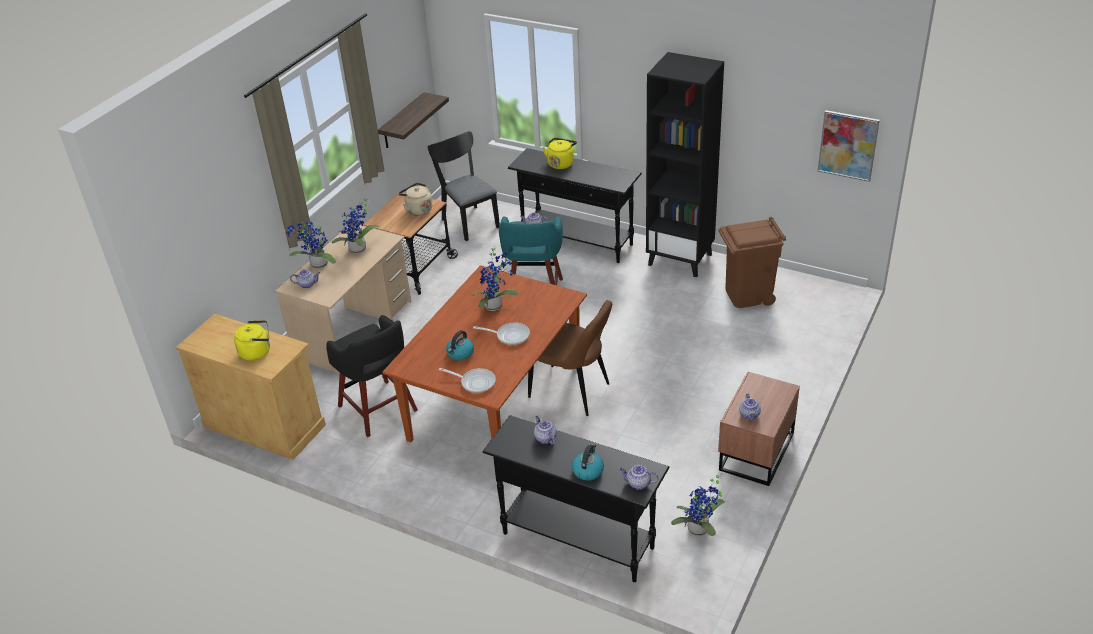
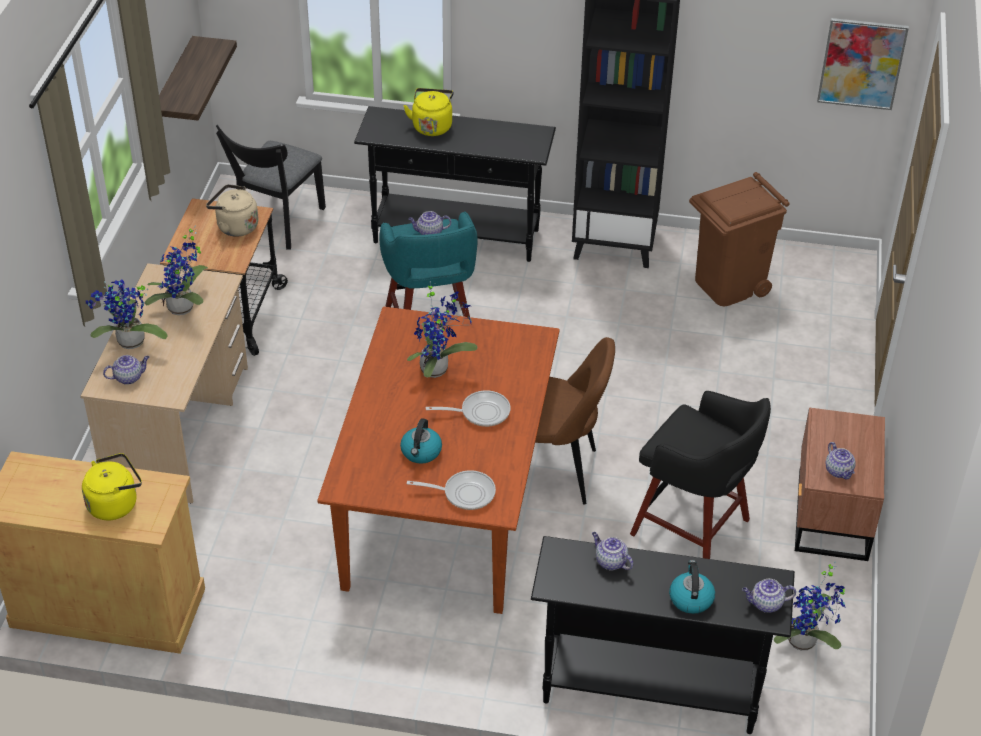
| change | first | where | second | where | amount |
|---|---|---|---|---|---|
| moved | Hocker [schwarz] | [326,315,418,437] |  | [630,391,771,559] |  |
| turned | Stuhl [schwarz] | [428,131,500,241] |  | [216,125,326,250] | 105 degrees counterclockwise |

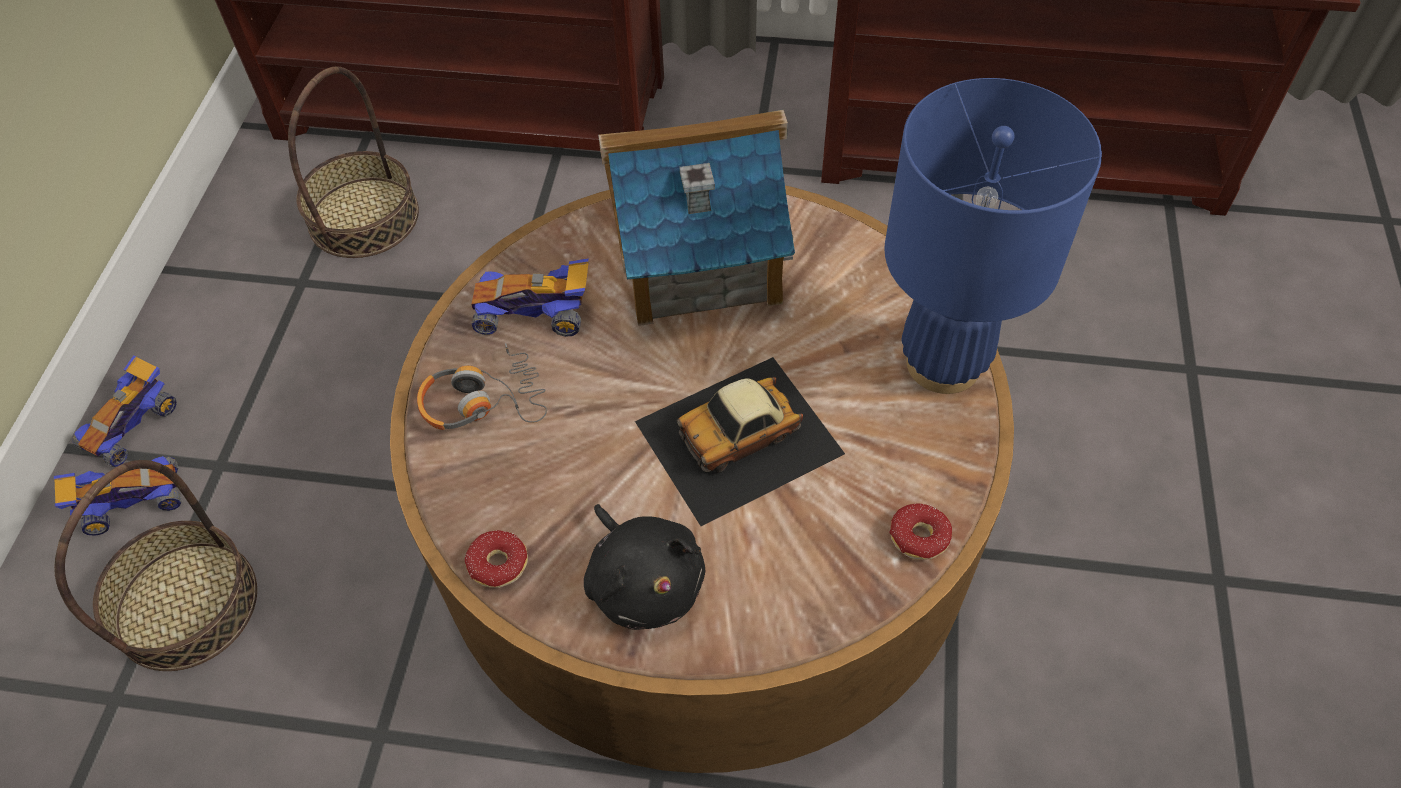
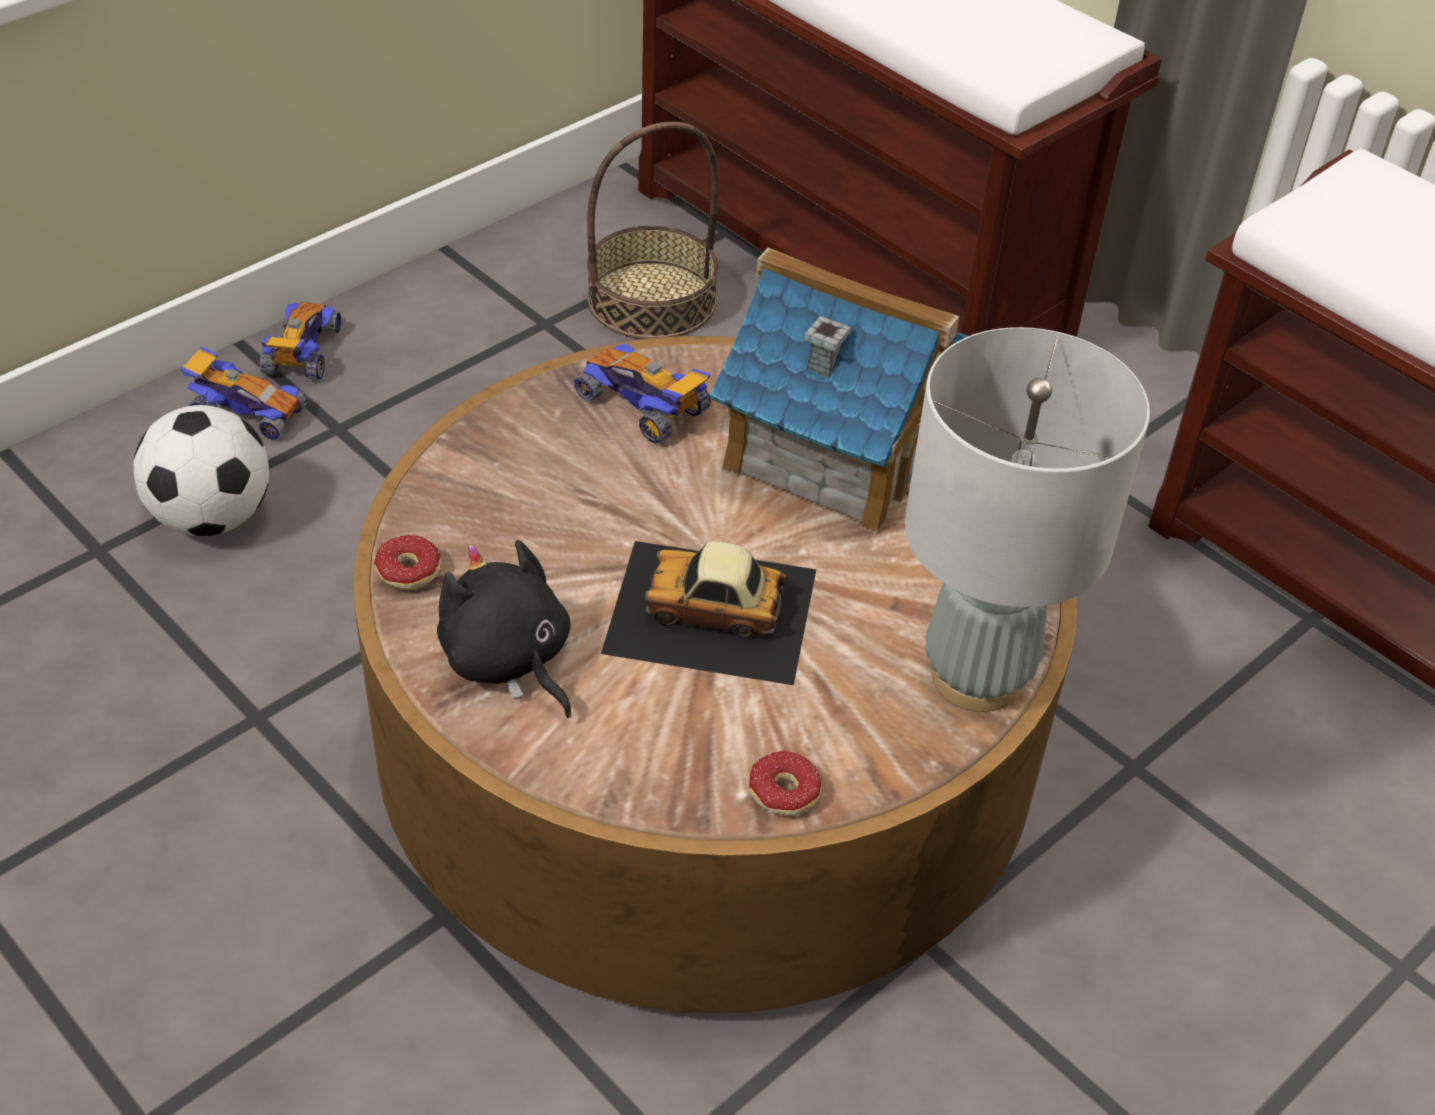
| change | first | where | second | where | amount |
|---|---|---|---|---|---|
| replaced | Korb | [54,460,257,671] | Fußball | [133,405,269,536] |  |
| turned | Spielzeugauto | [73,355,177,467] |  | [260,302,341,380] | 120 degrees clockwise |
| removed | Kopfhörer | [417,343,547,430] |  |  |  |
| turned | Plüschtier [schwarz] | [584,504,705,630] |  | [437,540,571,718] | 135 degrees clockwise |
| recoloured | Tischlampe [blau] | [884,78,1102,394] | Tischlampe [grau] | [905,327,1150,712] |  |

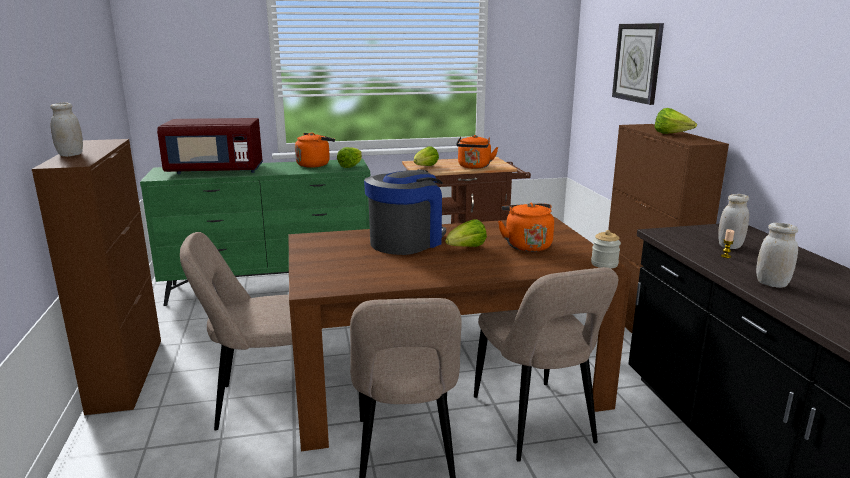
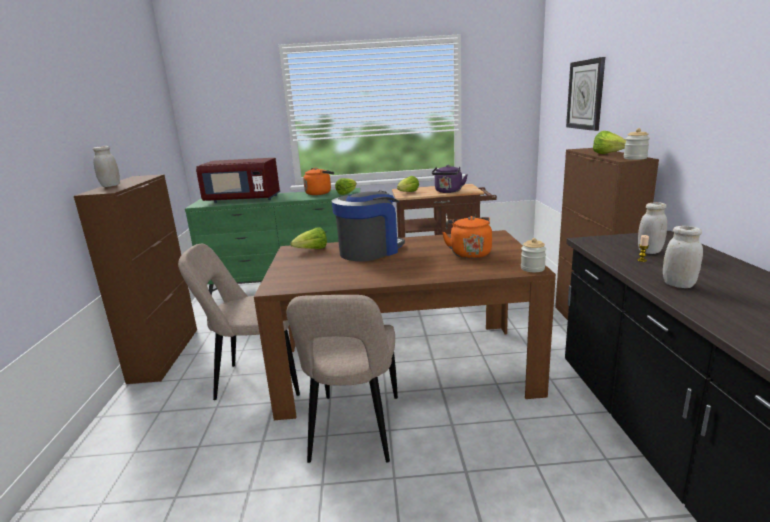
| change | first | where | second | where | amount |
|---|---|---|---|---|---|
| moved | Salatkopf | [445,219,487,247] |  | [291,227,327,249] |  |
| recoloured | Wasserkessel [orange] | [456,135,498,169] | Wasserkessel [lila] | [432,165,467,193] |  |
| removed | Stuhl [beige] | [474,267,618,462] |  |  |  |
| added |  |  | Vorratsglas | [624,128,650,160] |  |

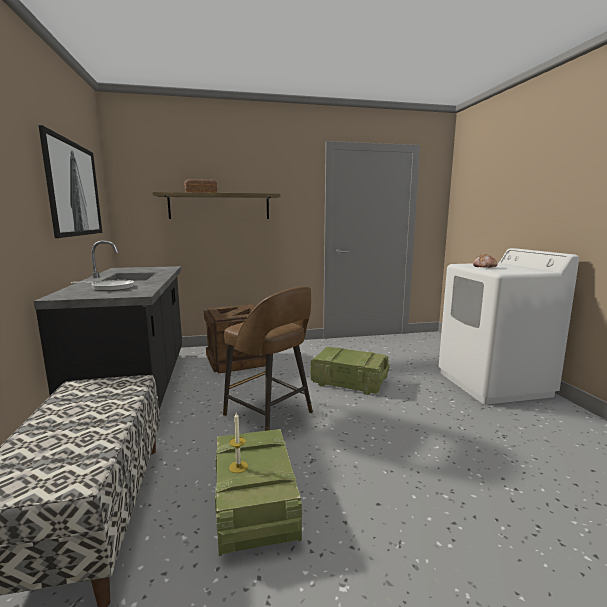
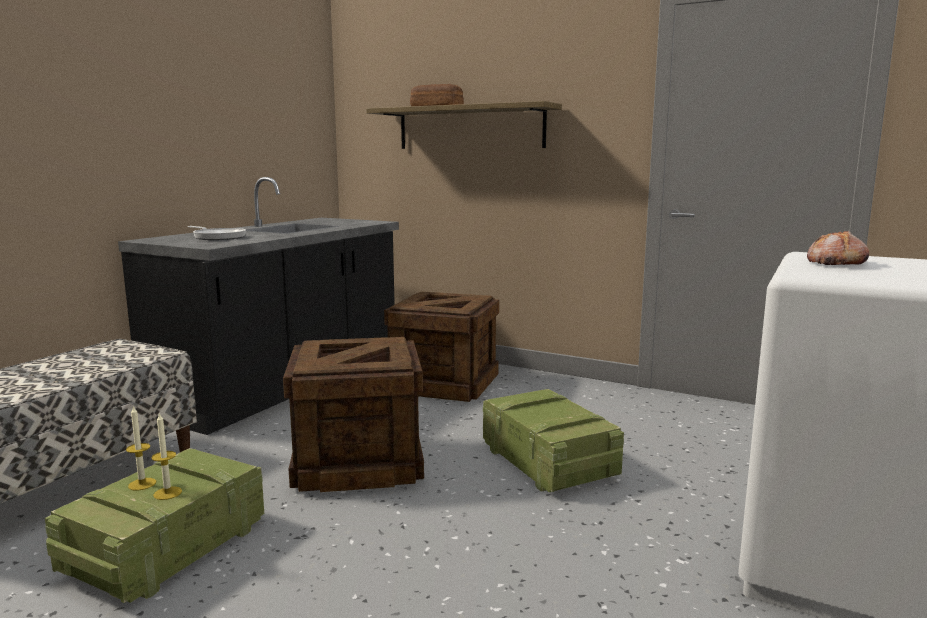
| change | first | where | second | where | amount |
|---|---|---|---|---|---|
| removed | Bild | [39,125,102,238] |  |  |  |
| replaced | Hocker [braun] | [223,286,313,431] | Kiste | [283,337,424,492] |  |
| added |  |  | Kerze | [151,413,182,500] |  |

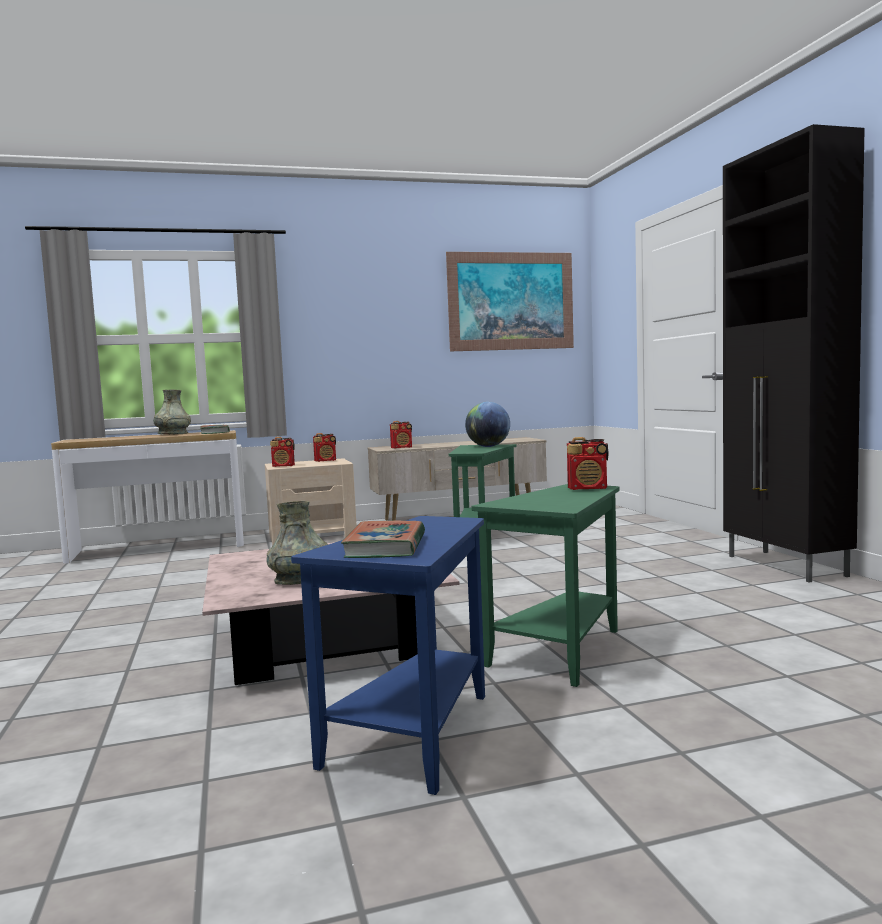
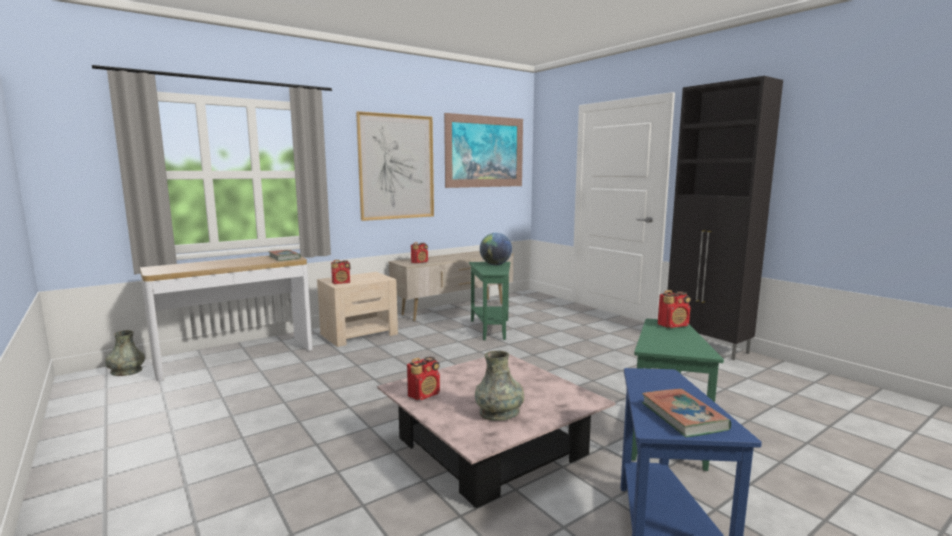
| change | first | where | second | where | amount |
|---|---|---|---|---|---|
| moved | Vase [grau] | [153,390,191,434] |  | [105,330,145,376] |  |
| moved | Radio | [313,433,336,462] |  | [407,357,440,400] |  |
| added |  |  | Bild | [356,111,434,221] |  |

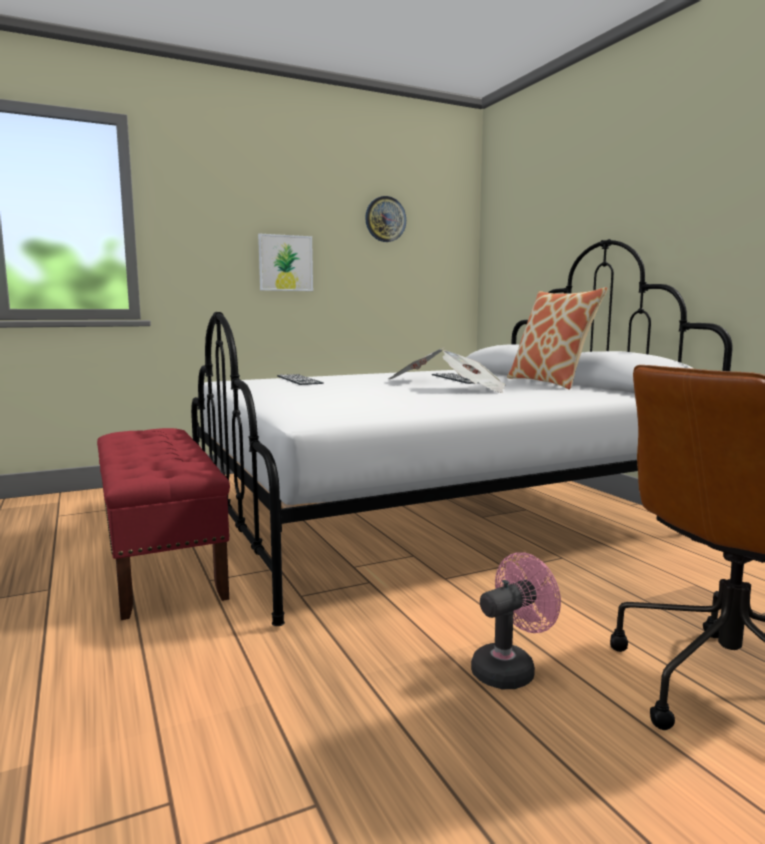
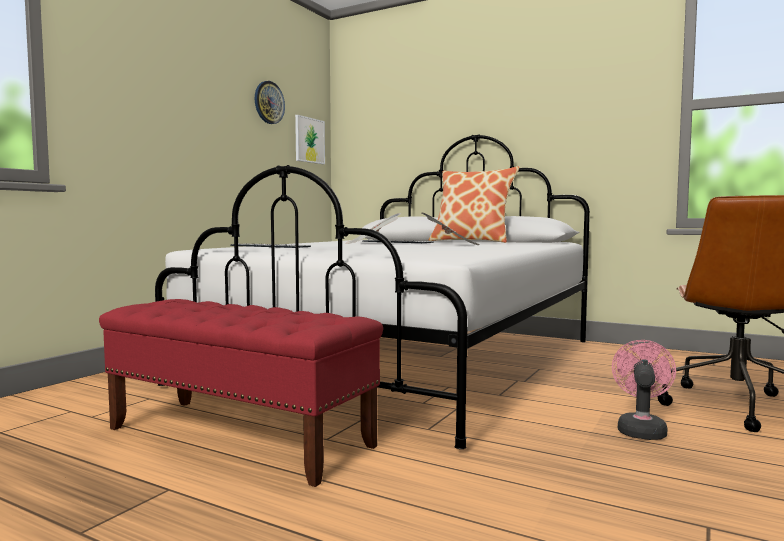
| change | first | where | second | where | amount |
|---|---|---|---|---|---|
| moved | Bild | [258,234,313,291] |  | [295,115,325,164] |  |

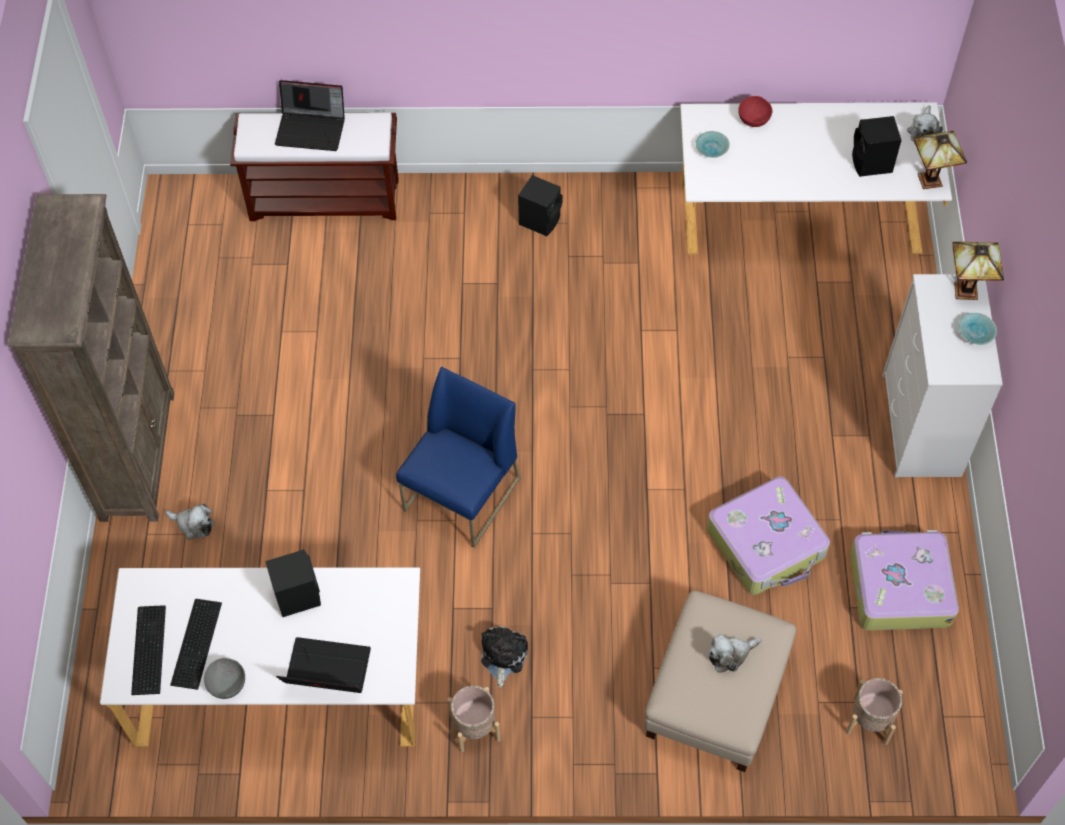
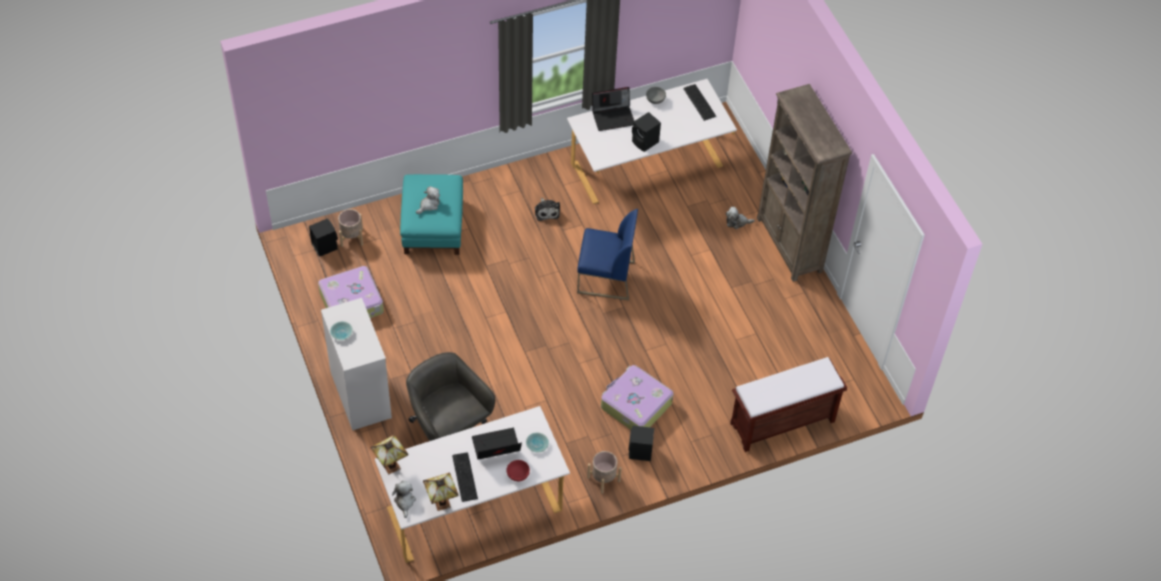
| change | first | where | second | where | amount |
|---|---|---|---|---|---|
| moved | Tastatur | [170,599,222,690] |  | [452,452,478,502] |  |
| moved | Laptop | [275,80,345,151] |  | [472,428,522,460] |  |
| turned | Stuhl [blau] | [396,367,520,548] |  | [577,209,638,300] | 90 degrees counterclockwise |
| moved | Pflanzkübel [beige] | [447,686,501,752] |  | [587,451,622,494] |  |
| recoloured | Polsterhocker [beige] | [645,591,796,772] | Polsterhocker [türkis] | [400,174,463,255] |  |
| moved | Koffer | [707,476,830,595] |  | [601,365,674,430] |  |
| moved | Lautsprecher [schwarz] | [852,116,901,177] |  | [309,219,338,257] |  |
| moved | Tischlampe | [953,242,1004,300] |  | [423,473,459,511] |  |
| added |  |  | Bürostuhl [grau] | [406,352,495,441] |  |

